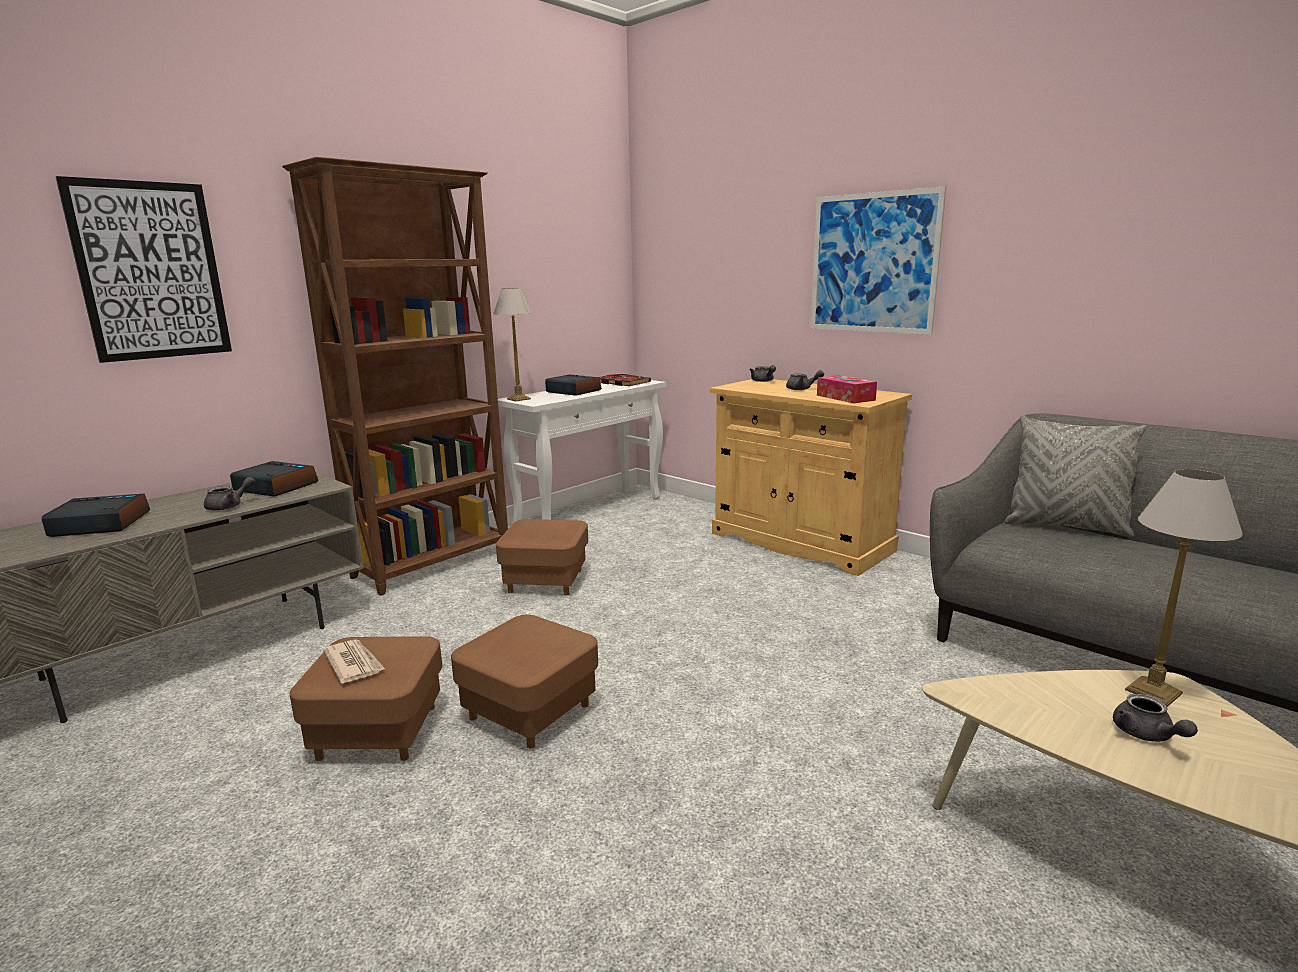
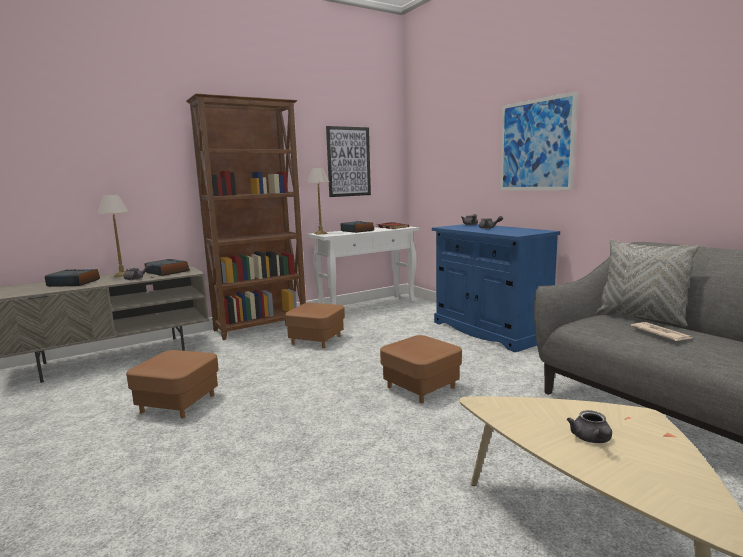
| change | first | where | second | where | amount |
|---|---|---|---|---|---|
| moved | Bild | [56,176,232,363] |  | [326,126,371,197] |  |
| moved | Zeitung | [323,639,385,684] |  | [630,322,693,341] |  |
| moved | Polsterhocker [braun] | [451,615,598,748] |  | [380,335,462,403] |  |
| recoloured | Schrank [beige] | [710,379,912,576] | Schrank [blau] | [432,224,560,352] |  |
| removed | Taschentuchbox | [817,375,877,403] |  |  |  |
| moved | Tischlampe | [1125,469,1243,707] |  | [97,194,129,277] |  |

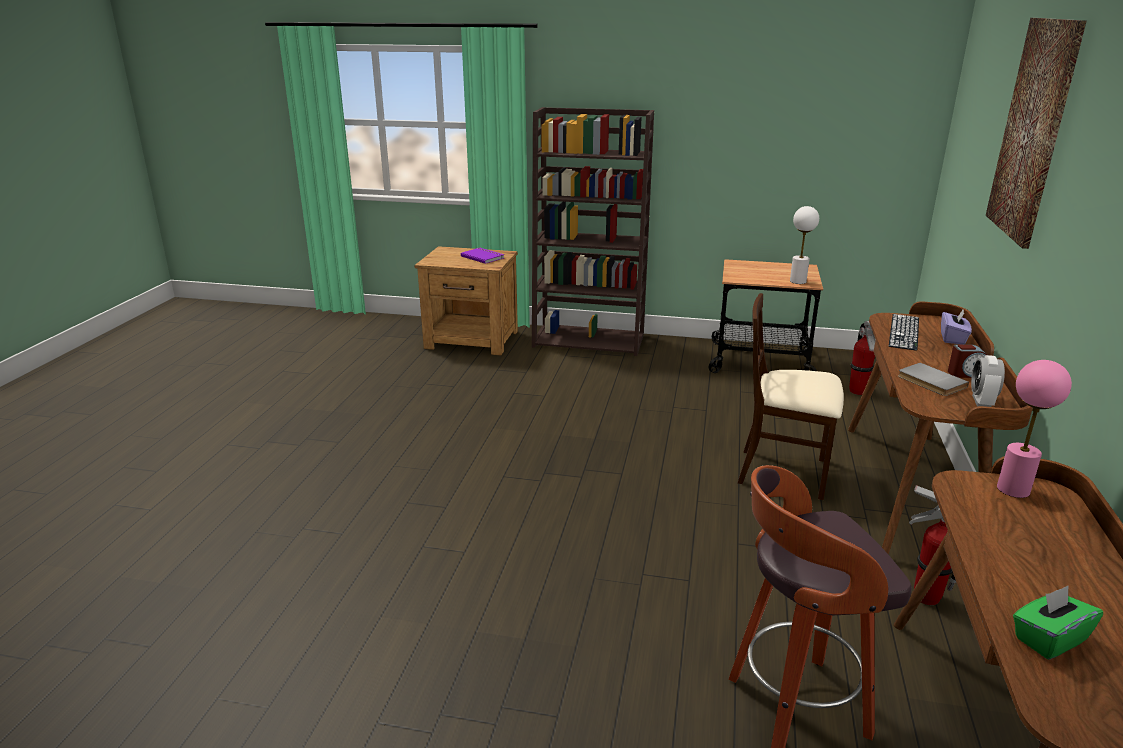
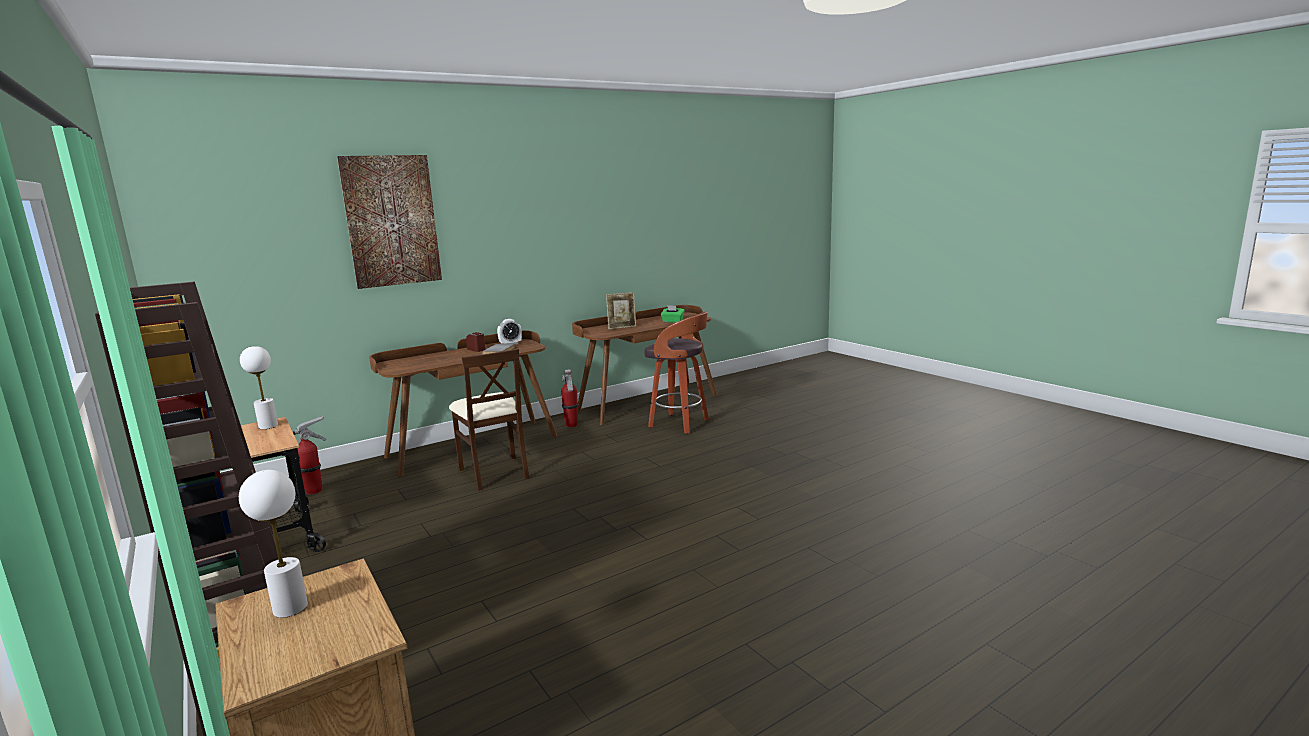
| change | first | where | second | where | amount |
|---|---|---|---|---|---|
| replaced | Buch [lila] | [461,248,504,264] | Tischlampe [weiß] | [239,470,308,618] |  |
| removed | Tastatur | [889,314,919,351] |  |  |  |
| removed | Taschentuchbox [lila] | [941,308,972,344] |  |  |  |
| removed | Tischlampe [rosa] | [997,360,1072,498] |  |  |  |
| added |  |  | Bilderrahmen | [606,292,636,329] |  |

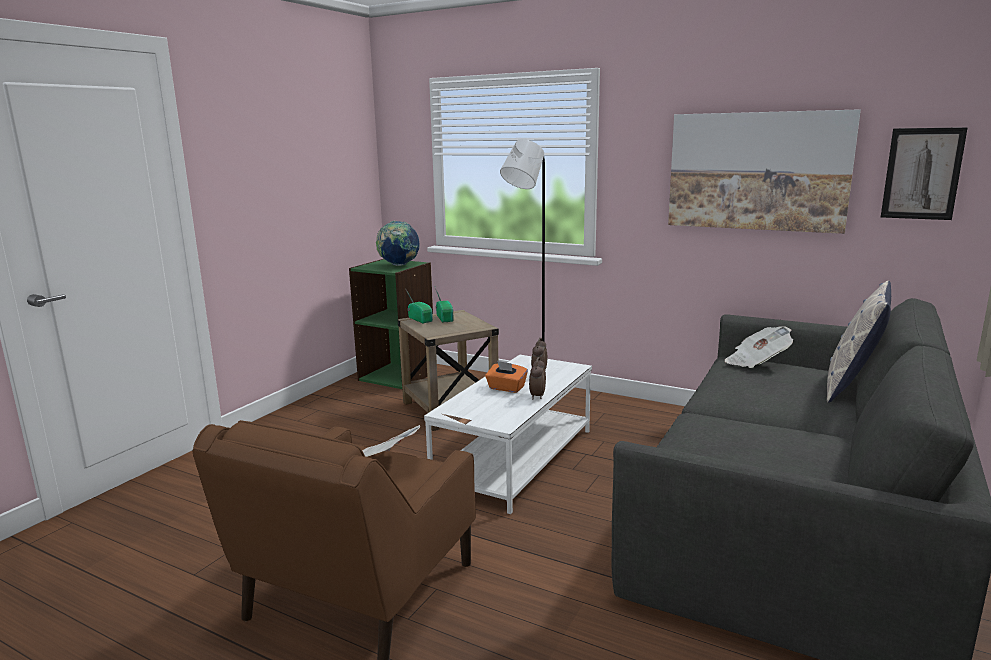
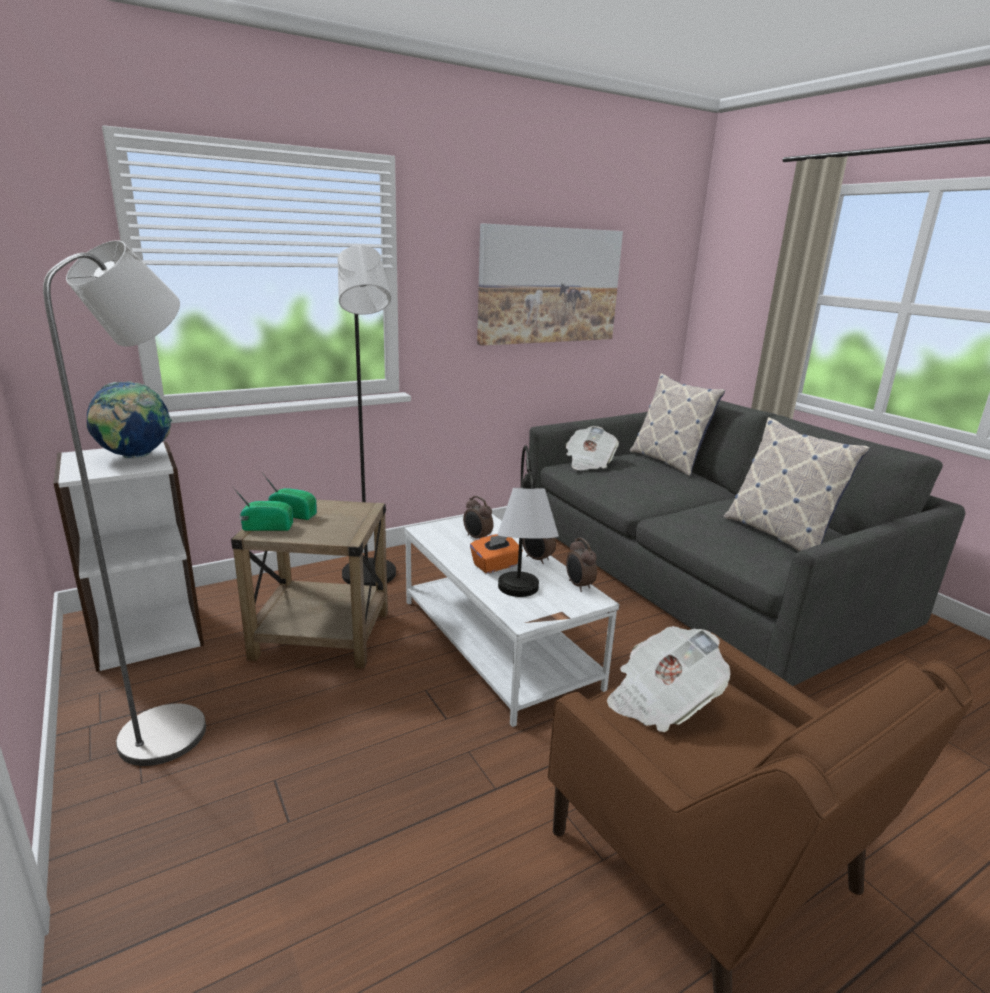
| change | first | where | second | where | amount |
|---|---|---|---|---|---|
| recoloured | Bücherregal [grün] | [349,259,433,389] | Bücherregal [weiß] | [53,441,204,672] |  |
| removed | Bild | [881,127,968,220] |  |  |  |
| added |  |  | Stehlampe [grau] | [43,240,206,766] |  |
| added |  |  | Tischlampe | [497,446,559,597] |  |
| added |  |  | Wecker | [566,537,597,592] |  |
| added |  |  | Kissen | [723,417,870,551] |  |

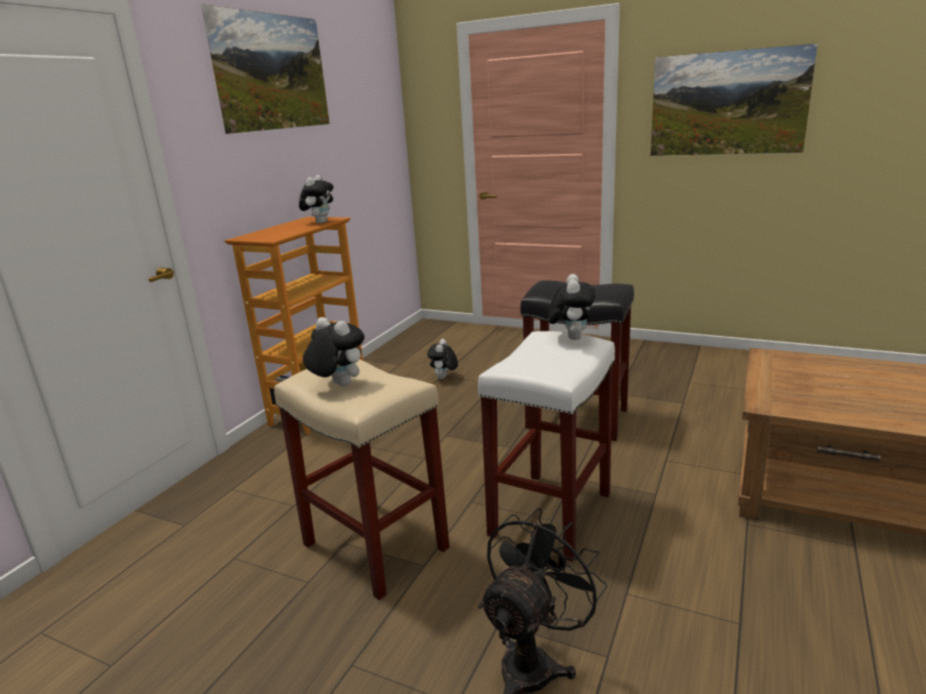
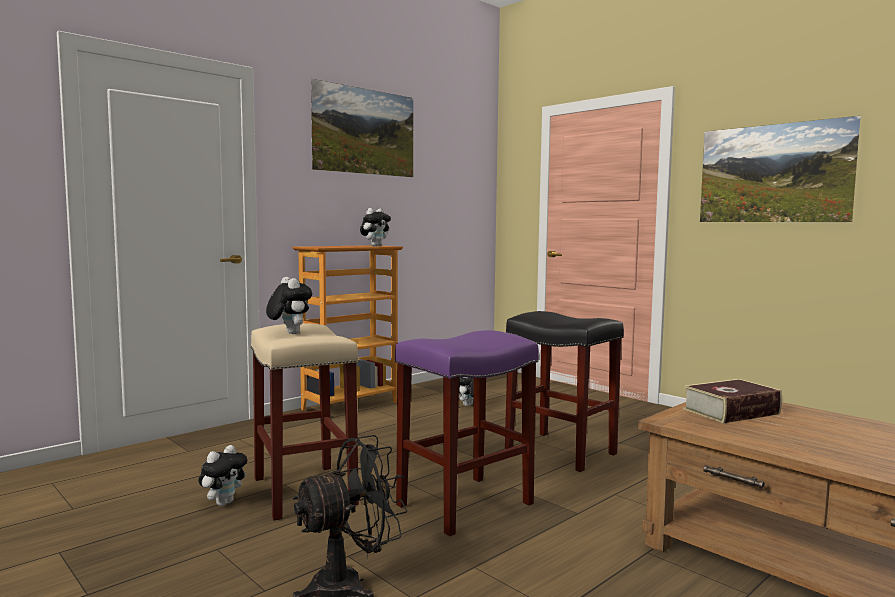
| change | first | where | second | where | amount |
|---|---|---|---|---|---|
| recoloured | Hocker [weiß] | [478,331,615,562] | Hocker [lila] | [395,330,539,536] |  |
| moved | Plüschtier | [548,274,596,340] |  | [198,445,247,506] |  |
| added |  |  | Buch | [683,379,782,424] |  |

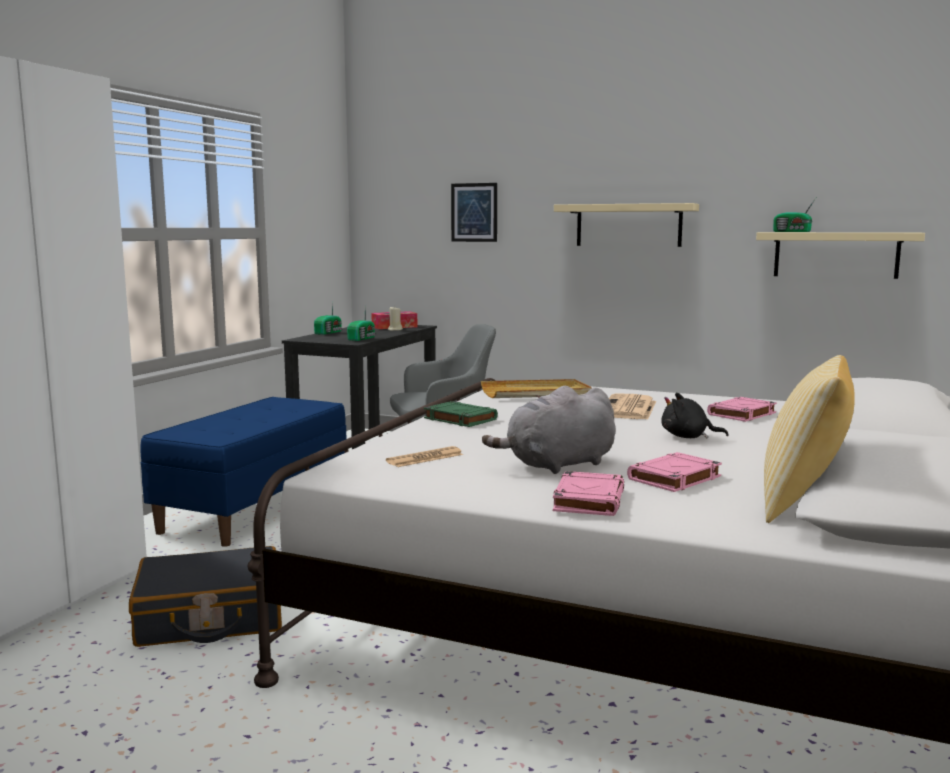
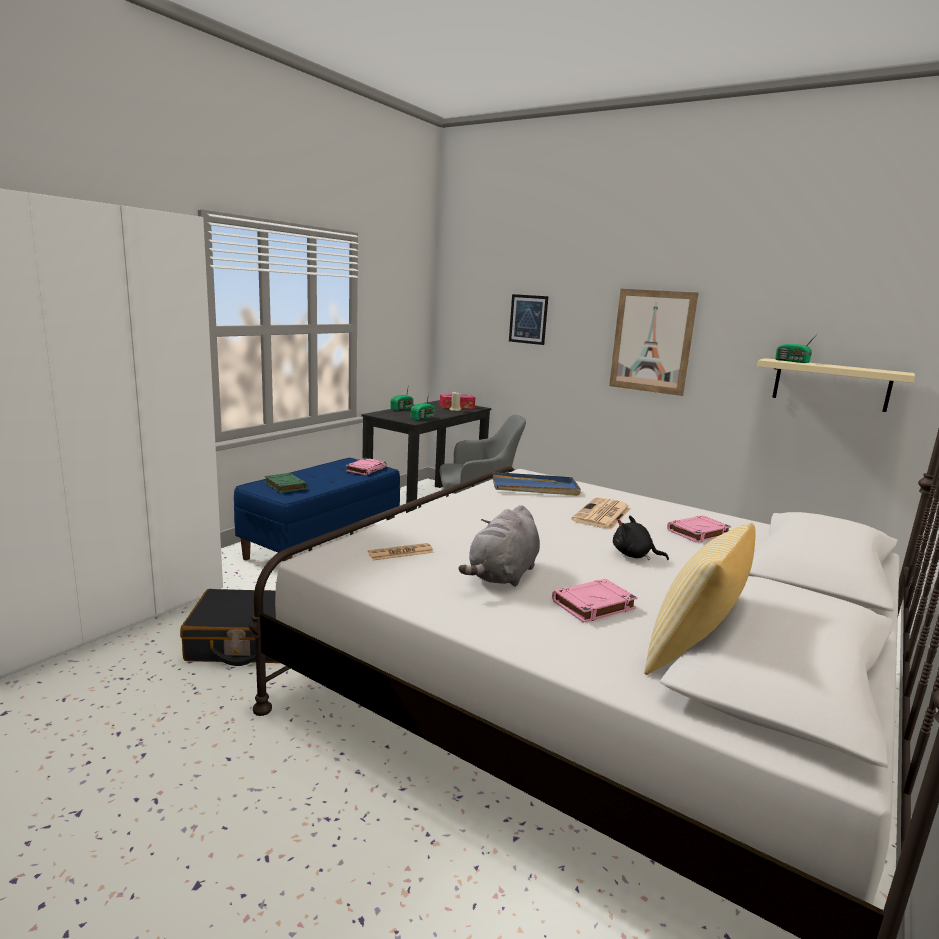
| change | first | where | second | where | amount |
|---|---|---|---|---|---|
| moved | Buch [grün] | [424,401,498,427] |  | [265,473,307,493] |  |
| recoloured | Tablett [beige] | [481,379,592,398] | Tablett [blau] | [493,472,581,496] |  |
| turned | Plüschtier [grau] | [482,386,615,474] |  | [458,505,540,587] | 45 degrees counterclockwise |
| moved | Buch [rosa] | [553,471,624,516] |  | [346,458,386,475] |  |
| replaced | Wandregal [beige] | [554,203,699,247] | Bild | [609,289,698,396] |  |

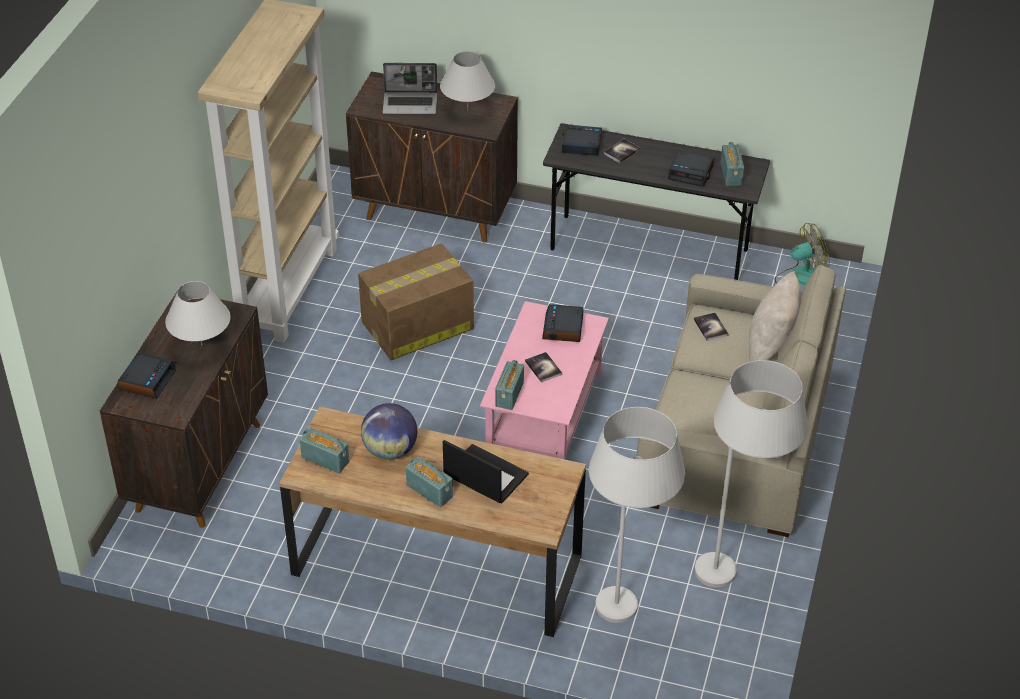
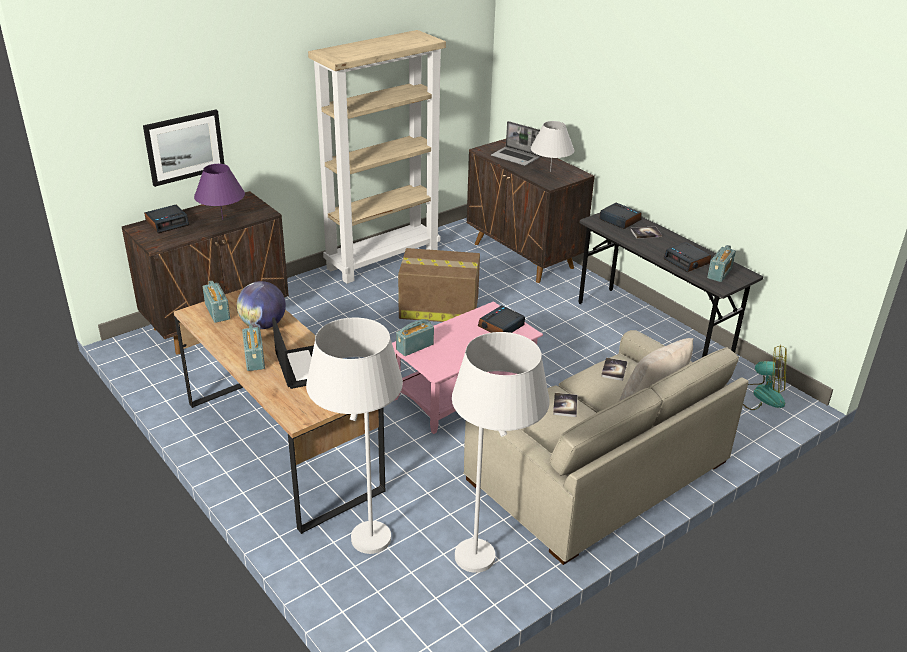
| change | first | where | second | where | amount |
|---|---|---|---|---|---|
| recoloured | Tischlampe [weiß] | [165,281,230,345] | Tischlampe [lila] | [194,164,245,220] |  |
| moved | Buch | [525,352,562,383] |  | [553,393,578,417] |  |
| added |  |  | Bild | [143,109,224,187] |  |

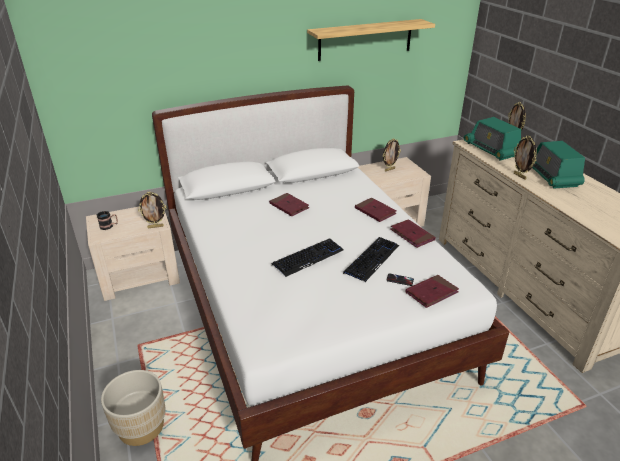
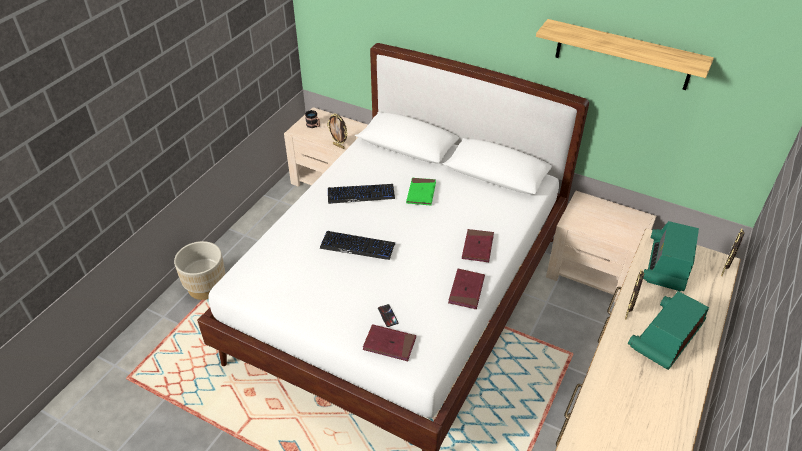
| change | first | where | second | where | amount |
|---|---|---|---|---|---|
| recoloured | Buch [rot] | [269,193,309,216] | Buch [grün] | [406,178,436,206] |  |
| moved | Tastatur | [343,237,399,282] |  | [328,184,395,204] |  |
| removed | Bilderrahmen | [383,138,401,171] |  |  |  |

